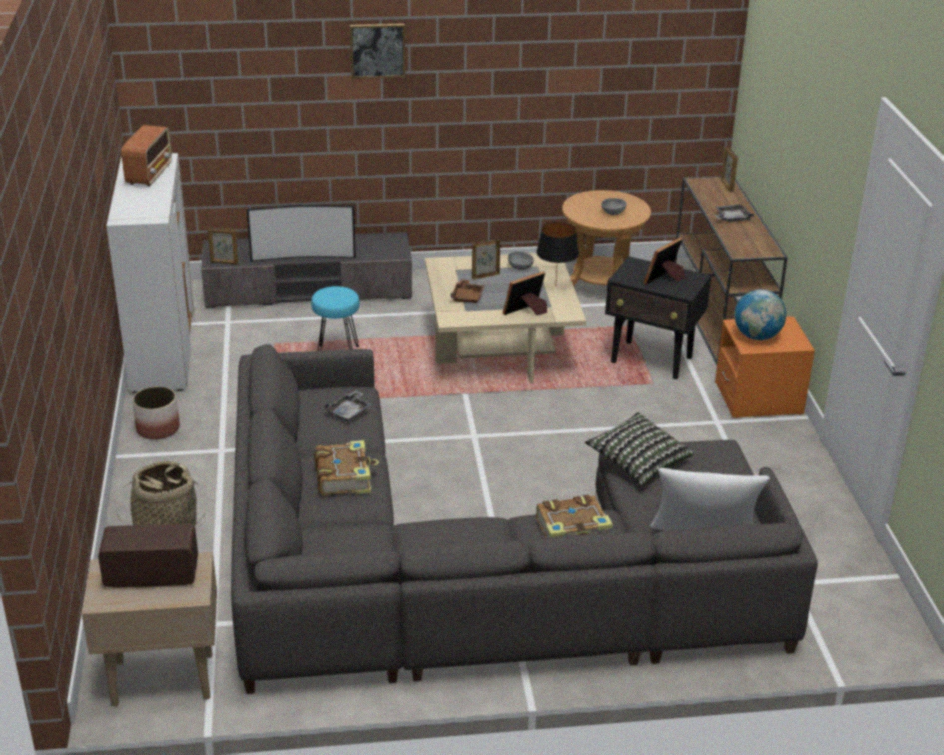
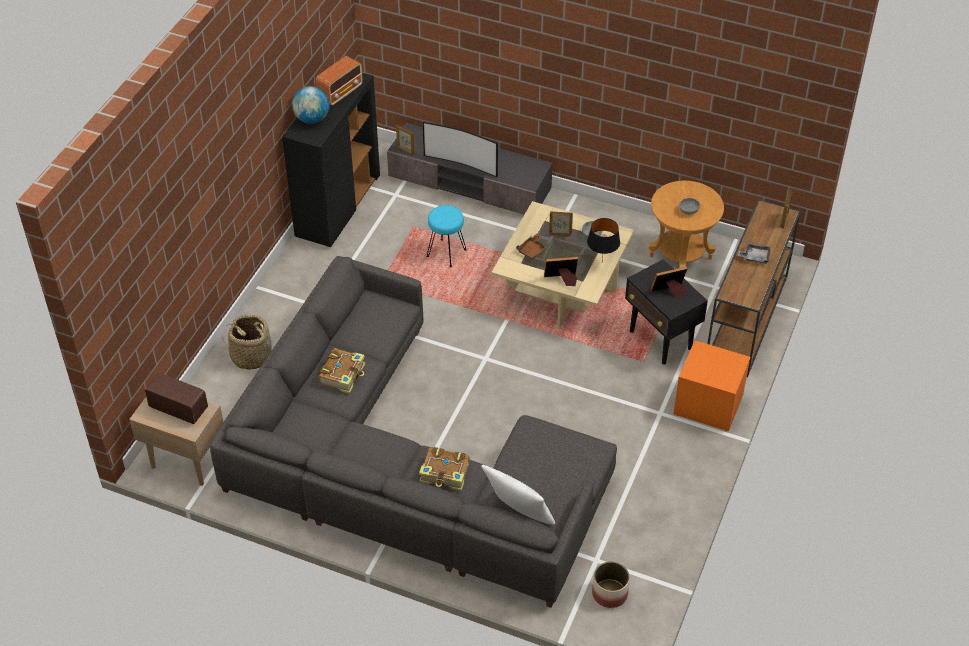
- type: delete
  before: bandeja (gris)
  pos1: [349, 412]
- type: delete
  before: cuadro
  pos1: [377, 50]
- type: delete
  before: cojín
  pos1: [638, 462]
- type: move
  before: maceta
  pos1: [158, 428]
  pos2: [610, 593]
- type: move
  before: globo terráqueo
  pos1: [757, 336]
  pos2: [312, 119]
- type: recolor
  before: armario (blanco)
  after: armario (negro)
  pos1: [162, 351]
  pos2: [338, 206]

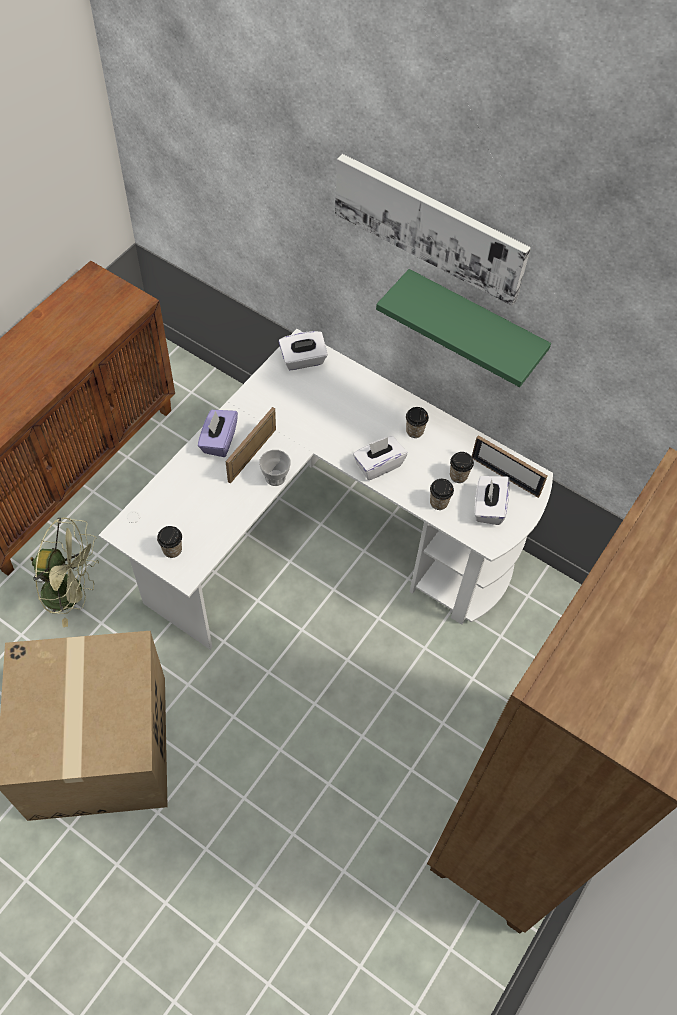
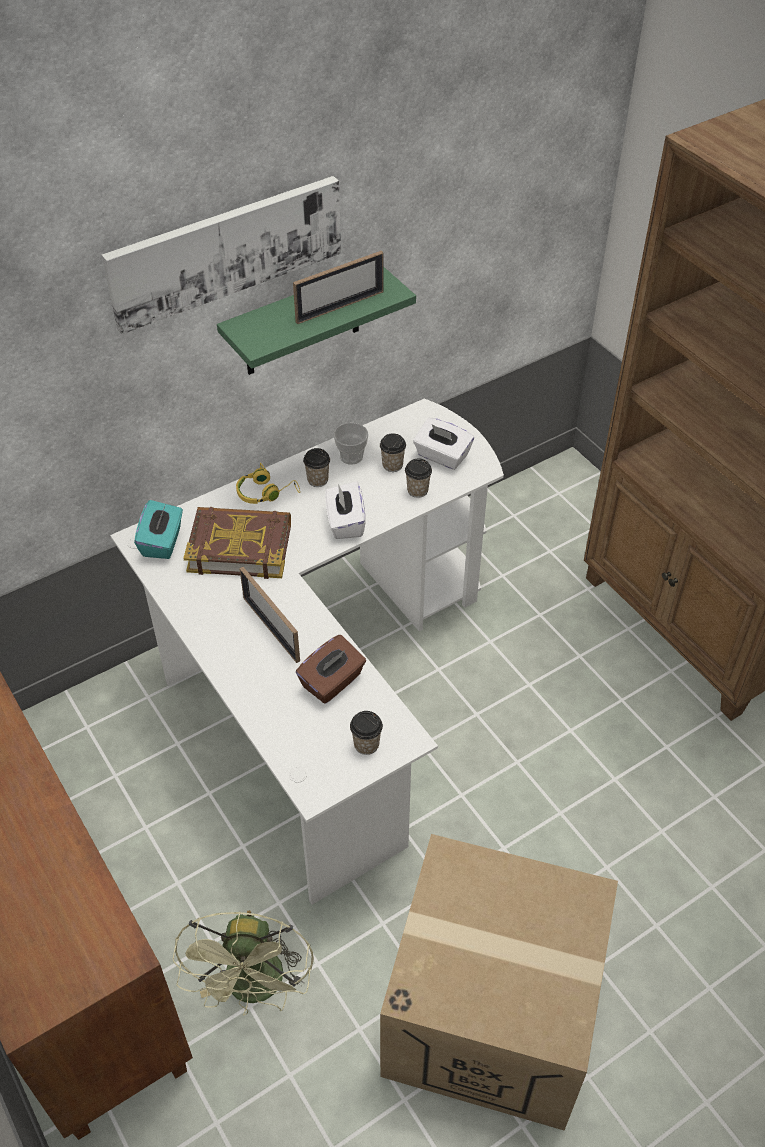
- type: delete
  before: caja de pañuelos (morado)
  pos1: [218, 441]
- type: insert
  after: libro
  pos2: [240, 547]
- type: insert
  after: auriculares (amarillo)
  pos2: [266, 492]
- type: insert
  after: caja de pañuelos (marrón)
  pos2: [332, 682]
- type: move
  before: taza
  pos1: [275, 477]
  pos2: [351, 456]
- type: move
  before: portarretratos
  pos1: [505, 476]
  pos2: [340, 306]
- type: recolor
  before: caja de pañuelos (blanco)
  after: caja de pañuelos (turquesa)
  pos1: [303, 360]
  pos2: [162, 542]
- type: rotate
  before: ventilador (verde)
  pos1: [72, 592]
  pos2: [255, 989]
  turn: 150

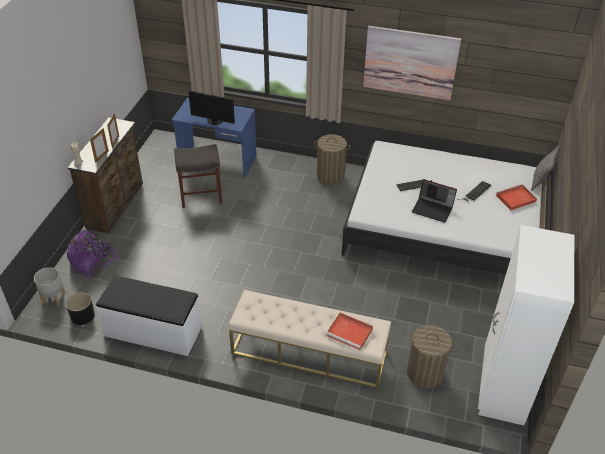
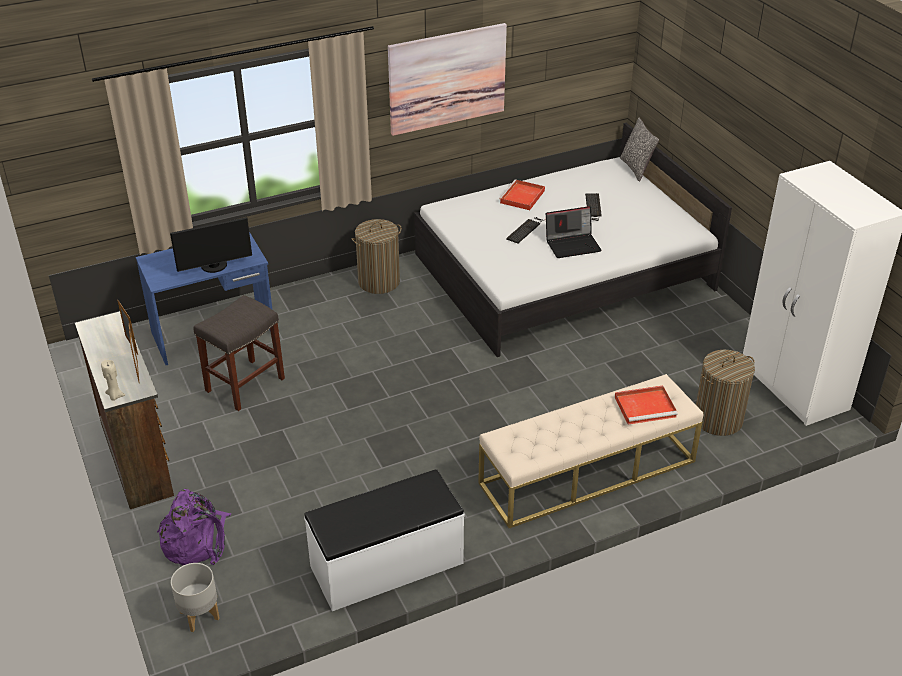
- type: delete
  before: maceta (negro)
  pos1: [82, 316]
- type: move
  before: bandeja (rojo)
  pos1: [515, 199]
  pos2: [522, 197]

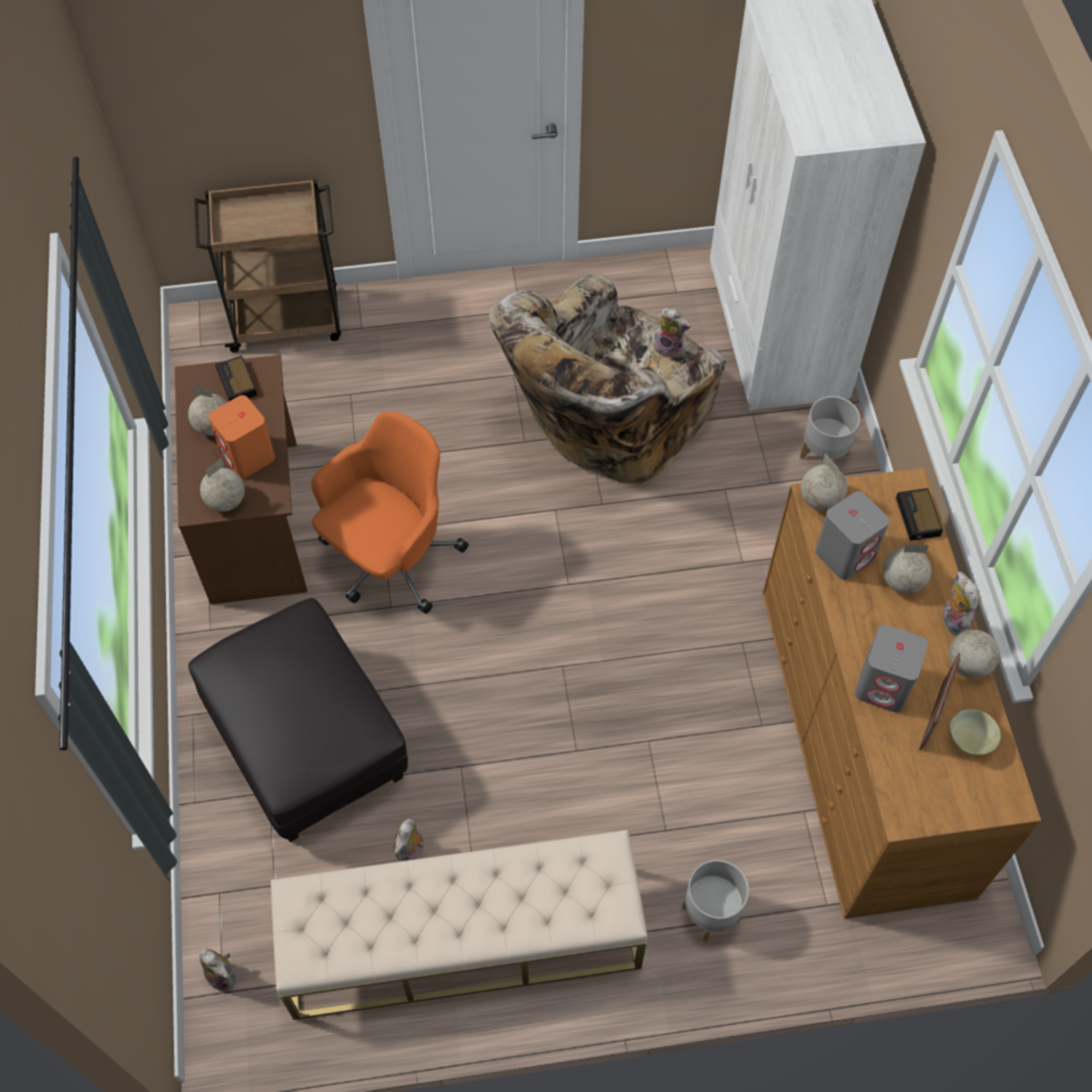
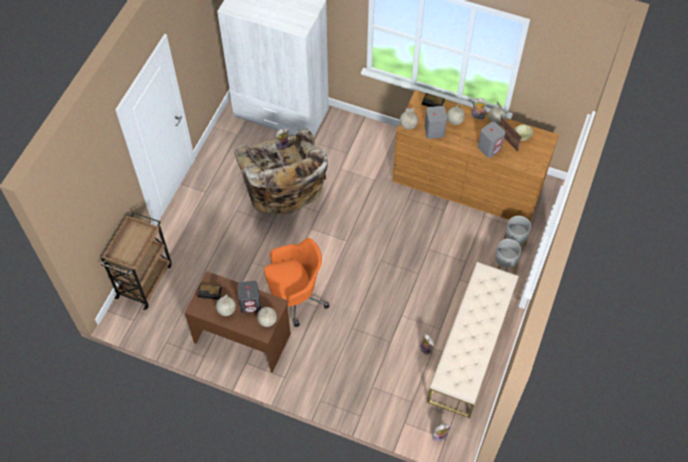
- type: delete
  before: puf (negro)
  pos1: [307, 742]
- type: move
  before: maceta (gris)
  pos1: [823, 455]
  pos2: [514, 241]
- type: recolor
  before: altavoz (naranja)
  after: altavoz (gris)
  pos1: [248, 456]
  pos2: [250, 304]
- type: rotate
  before: silla de oficina (naranja)
  pos1: [390, 559]
  pos2: [295, 296]
  turn: 90

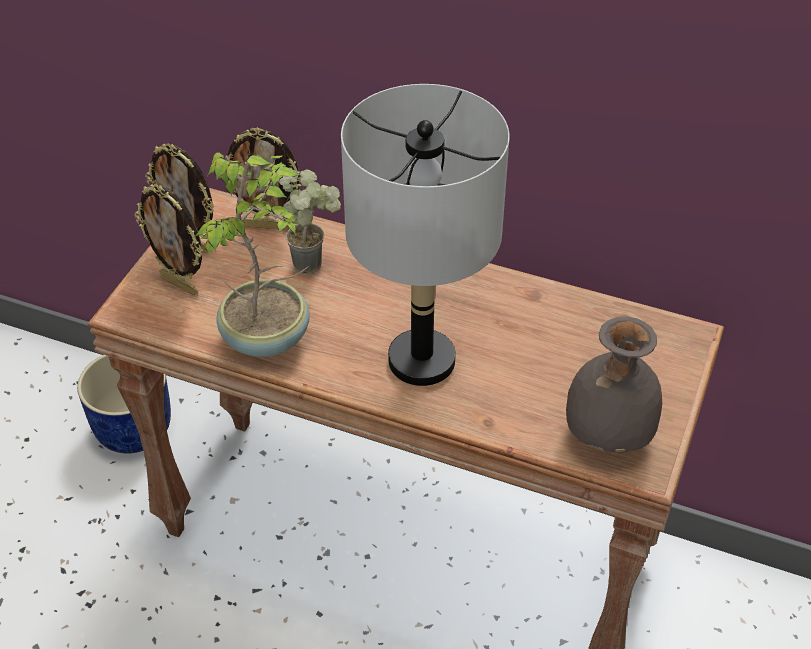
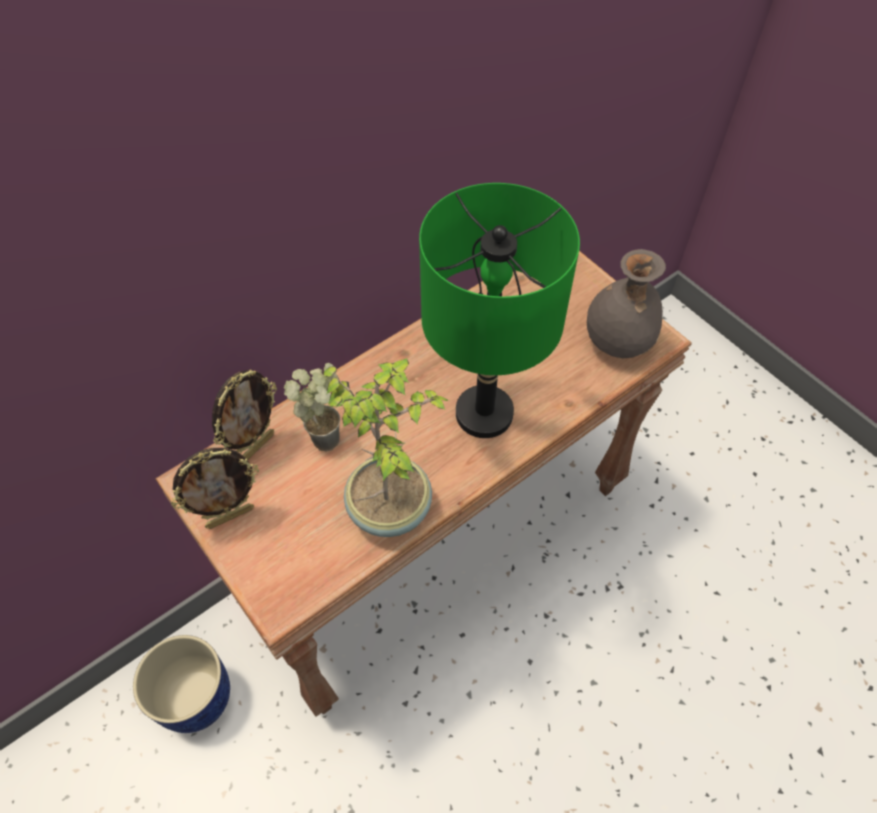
- type: delete
  before: portarretratos
  pos1: [180, 284]
- type: recolor
  before: lámpara de mesa (gris)
  after: lámpara de mesa (verde)
  pos1: [422, 361]
  pos2: [485, 413]

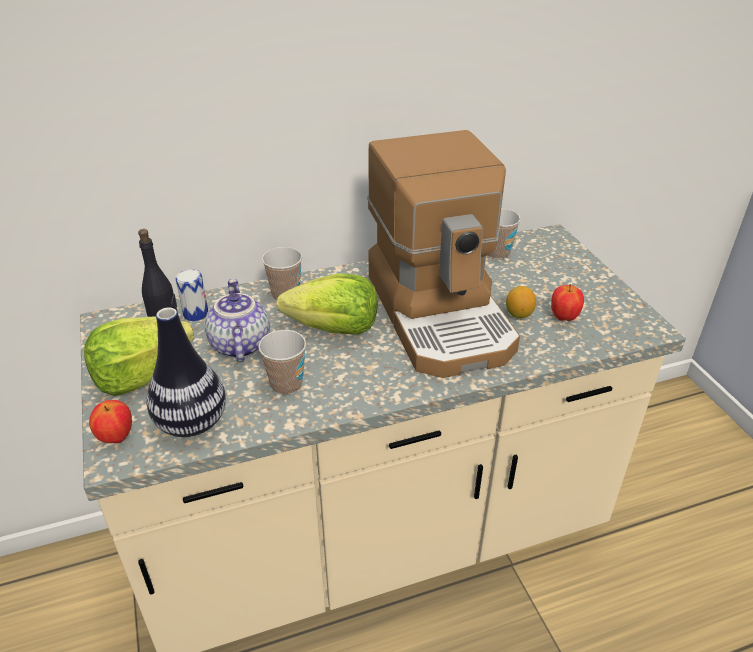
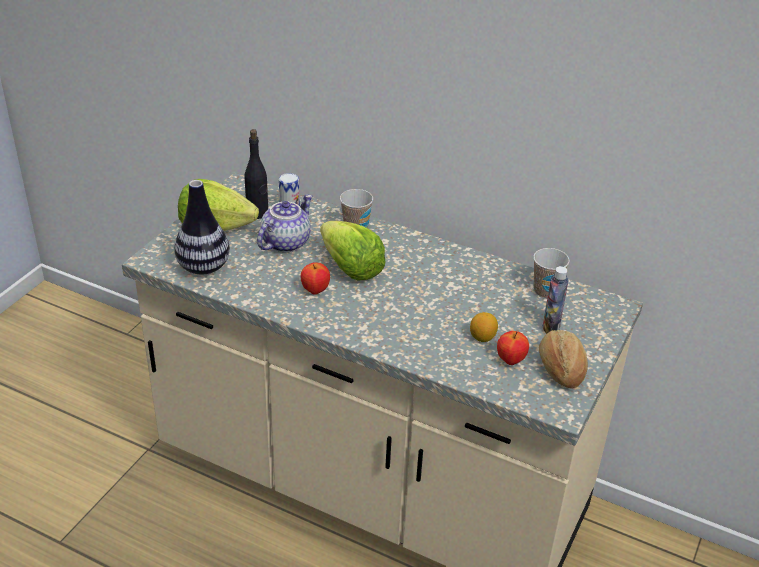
- type: delete
  before: taza
  pos1: [286, 384]
- type: delete
  before: cafetera
  pos1: [441, 313]
- type: insert
  after: pan
  pos2: [560, 368]
- type: insert
  after: botella
  pos2: [551, 326]
- type: move
  before: manzana
  pos1: [116, 437]
  pos2: [315, 290]

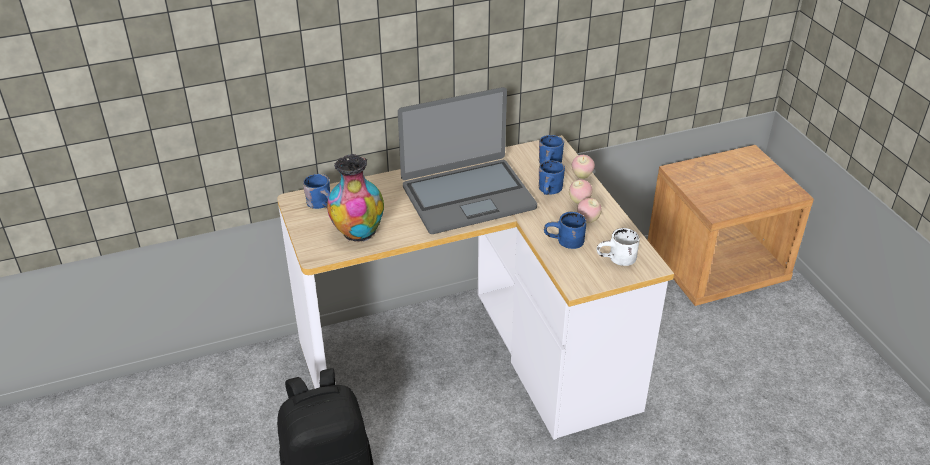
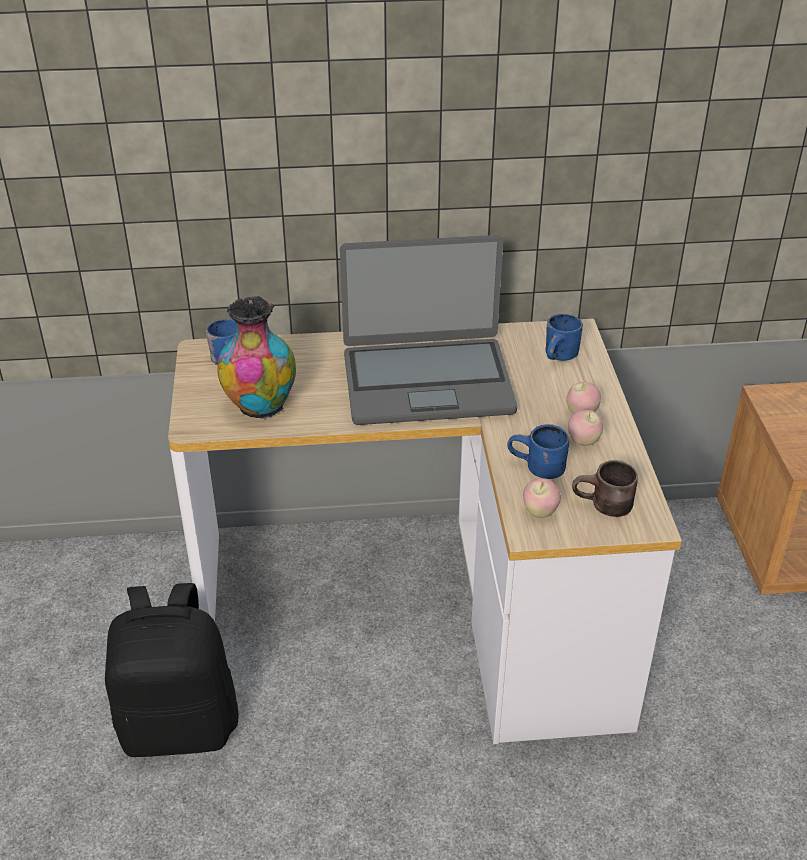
- type: delete
  before: taza grande (azul)
  pos1: [551, 192]
- type: move
  before: manzana
  pos1: [582, 176]
  pos2: [540, 512]
- type: recolor
  before: taza grande (blanco)
  after: taza grande (marrón)
  pos1: [617, 261]
  pos2: [603, 507]

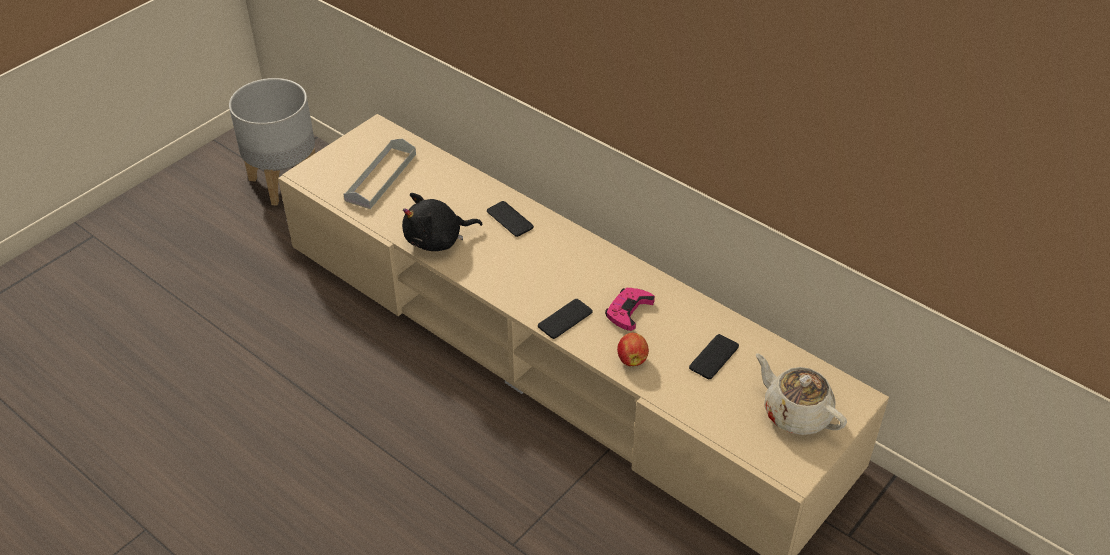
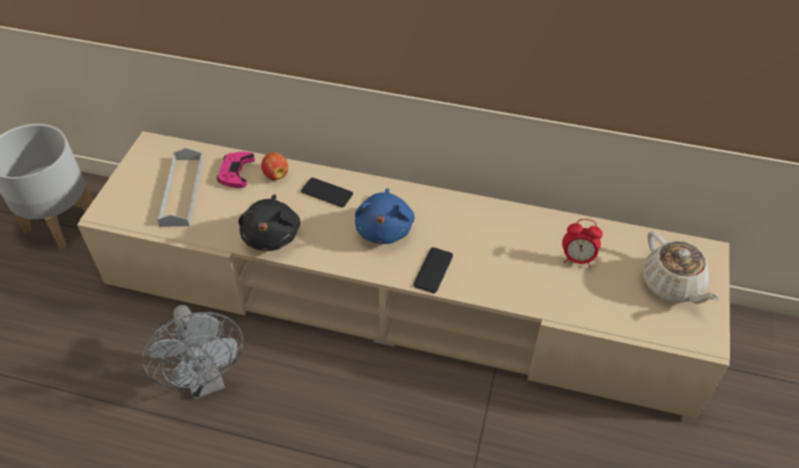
- type: insert
  after: ventilador (gris)
  pos2: [206, 380]
- type: insert
  after: peluche (azul)
  pos2: [385, 228]
- type: move
  before: mando de consola (rosa)
  pos1: [628, 311]
  pos2: [236, 172]
- type: move
  before: manzana
  pos1: [632, 359]
  pos2: [275, 174]
- type: replace
  before: móvil
  after: despertador
  pos1: [714, 357]
  pos2: [577, 259]
- type: rotate
  before: peluche (negro)
  pos1: [437, 240]
  pos2: [272, 235]
  turn: -45
- type: rotate
  before: tetera (beis)
  pos1: [795, 413]
  pos2: [672, 285]
  turn: -135

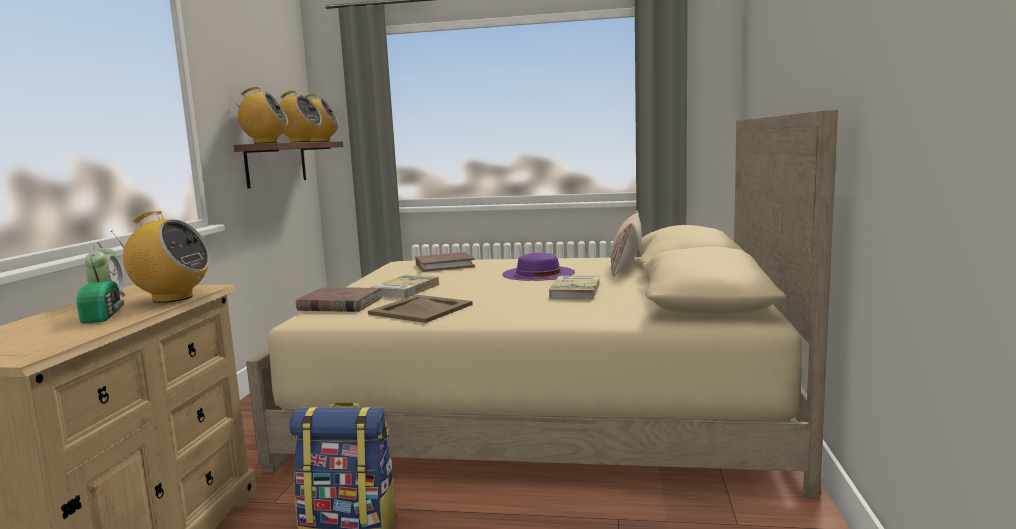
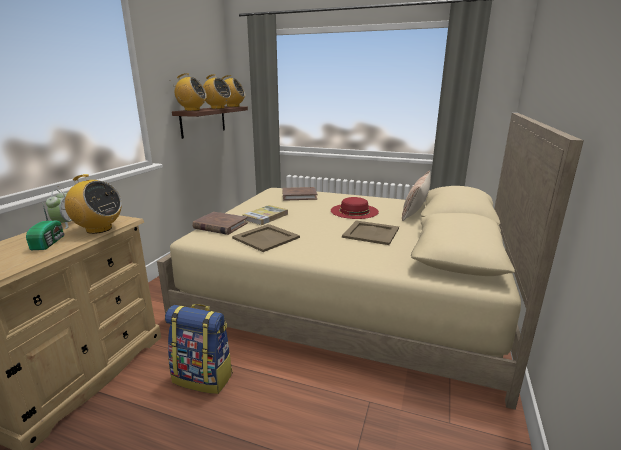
- type: replace
  before: libro
  after: bandeja (beis)
  pos1: [575, 291]
  pos2: [371, 232]
- type: recolor
  before: sombrero (morado)
  after: sombrero (rojo)
  pos1: [538, 273]
  pos2: [354, 211]

